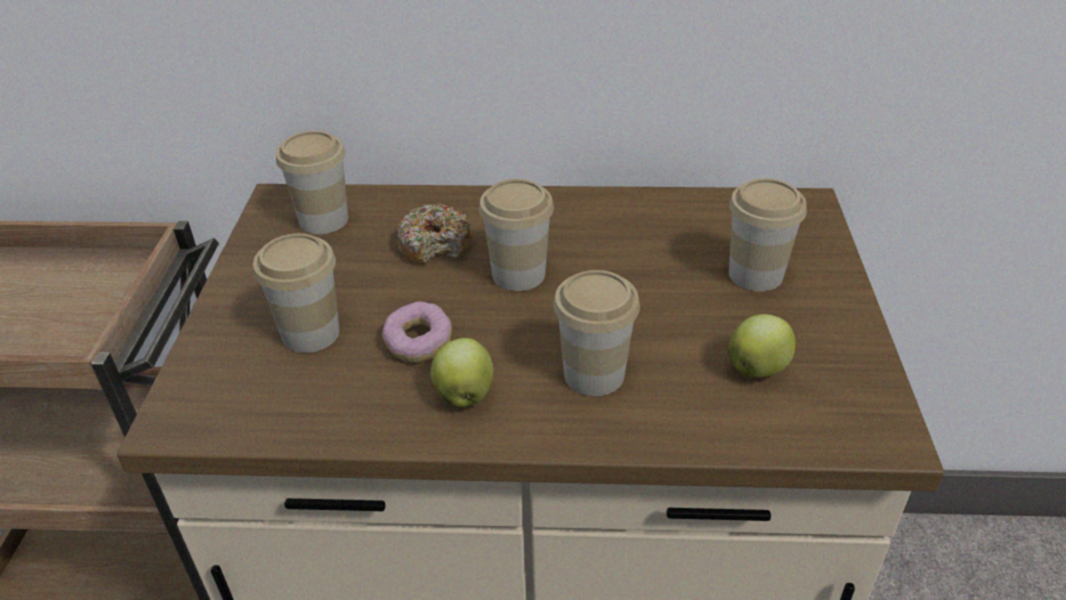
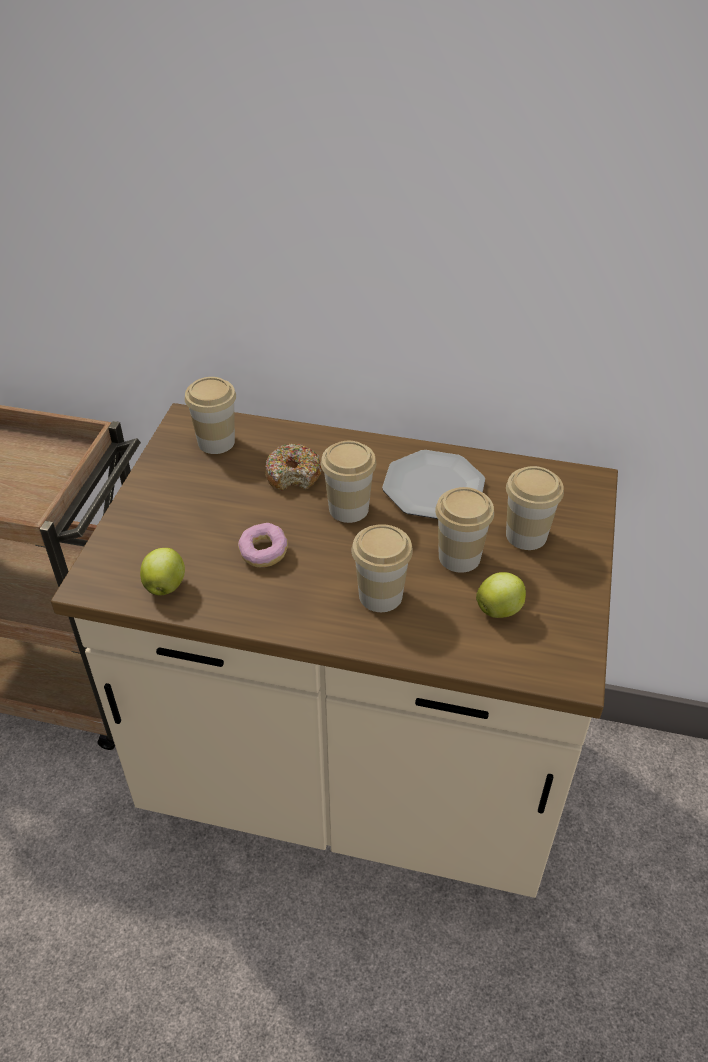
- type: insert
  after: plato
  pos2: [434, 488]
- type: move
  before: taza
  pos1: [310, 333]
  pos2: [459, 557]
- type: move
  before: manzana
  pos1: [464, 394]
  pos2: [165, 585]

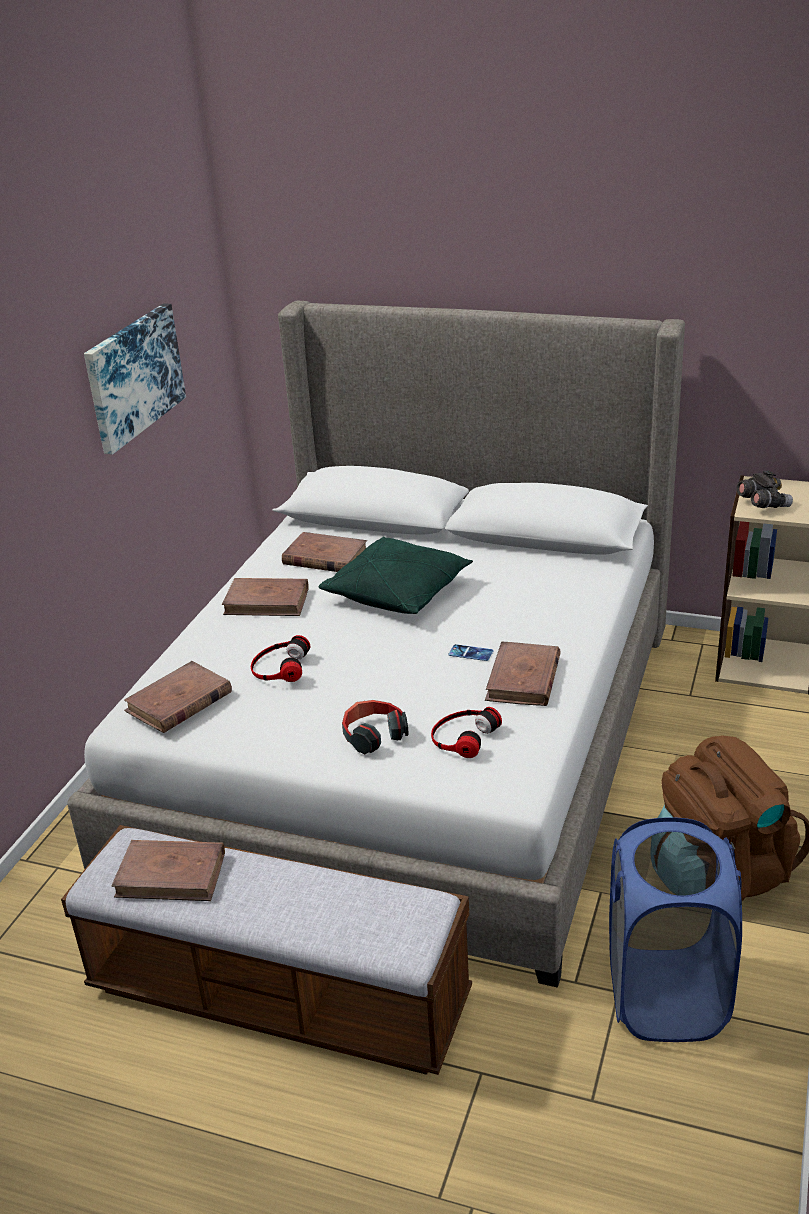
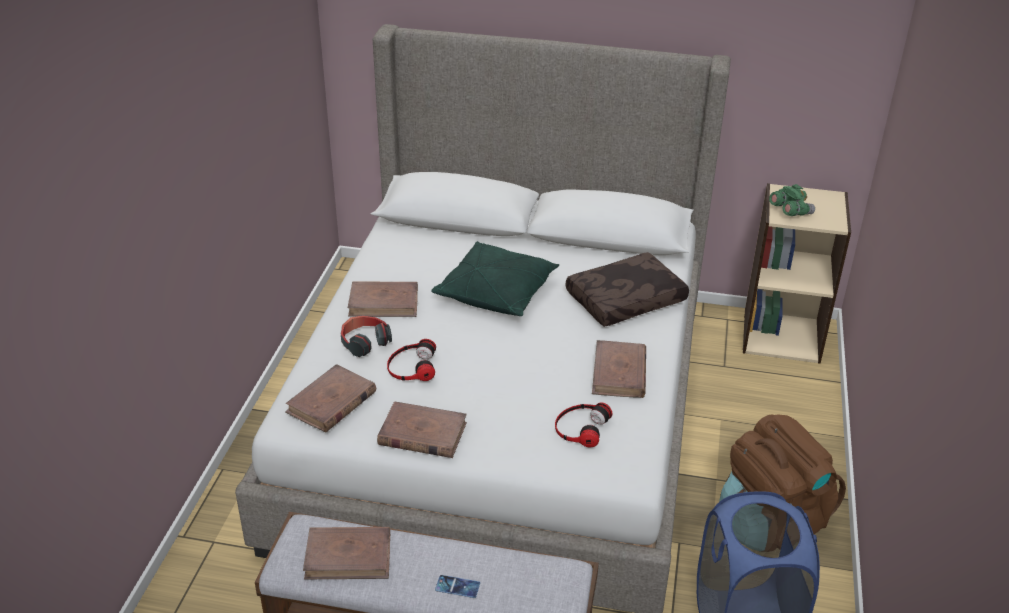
- type: delete
  before: cuadro
  pos1: [133, 376]
- type: insert
  after: cojín (marrón)
  pos2: [625, 301]
- type: move
  before: libro (marrón)
  pos1: [324, 557]
  pos2: [422, 434]
- type: move
  before: auriculares
  pos1: [373, 735]
  pos2: [364, 342]
- type: move
  before: móvil
  pos1: [470, 653]
  pos2: [457, 586]
- type: recolor
  before: prismáticos (gris)
  after: prismáticos (verde)
  pos1: [762, 505]
  pos2: [790, 212]

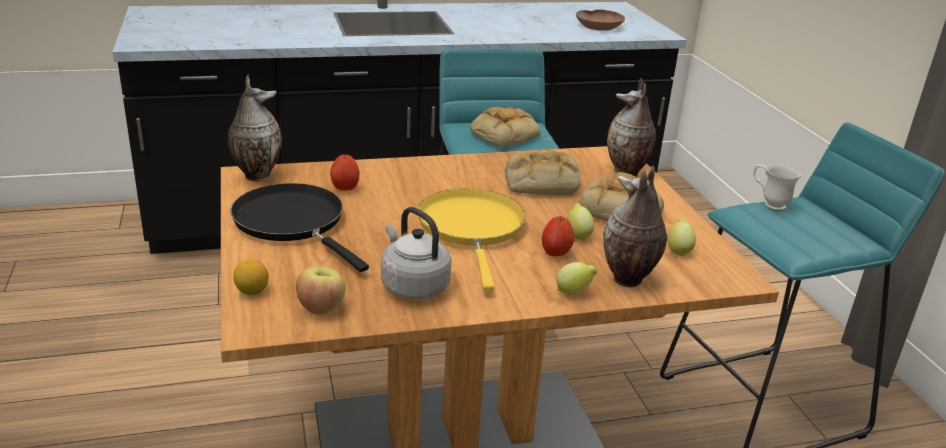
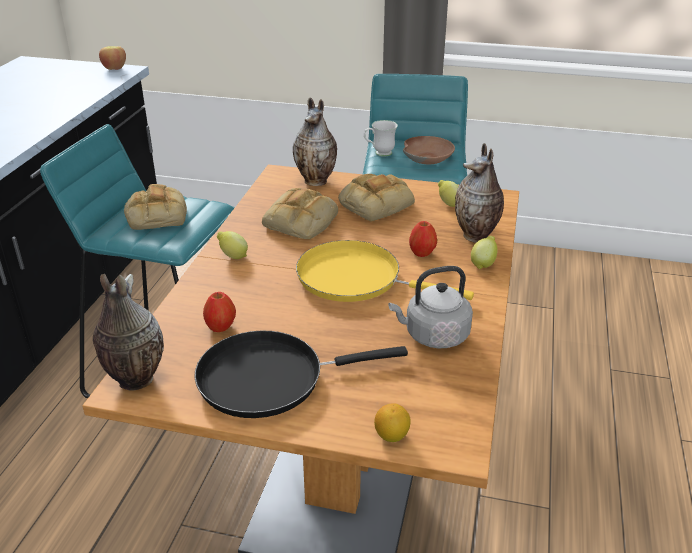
- type: move
  before: manzana
  pos1: [321, 308]
  pos2: [114, 68]
- type: move
  before: limón
  pos1: [577, 235]
  pos2: [233, 256]
- type: move
  before: cuenco (marrón)
  pos1: [600, 27]
  pos2: [427, 157]

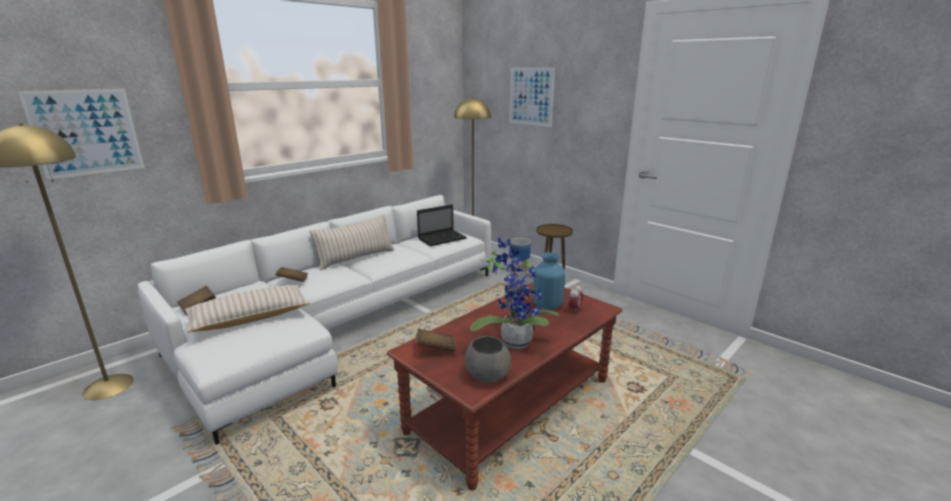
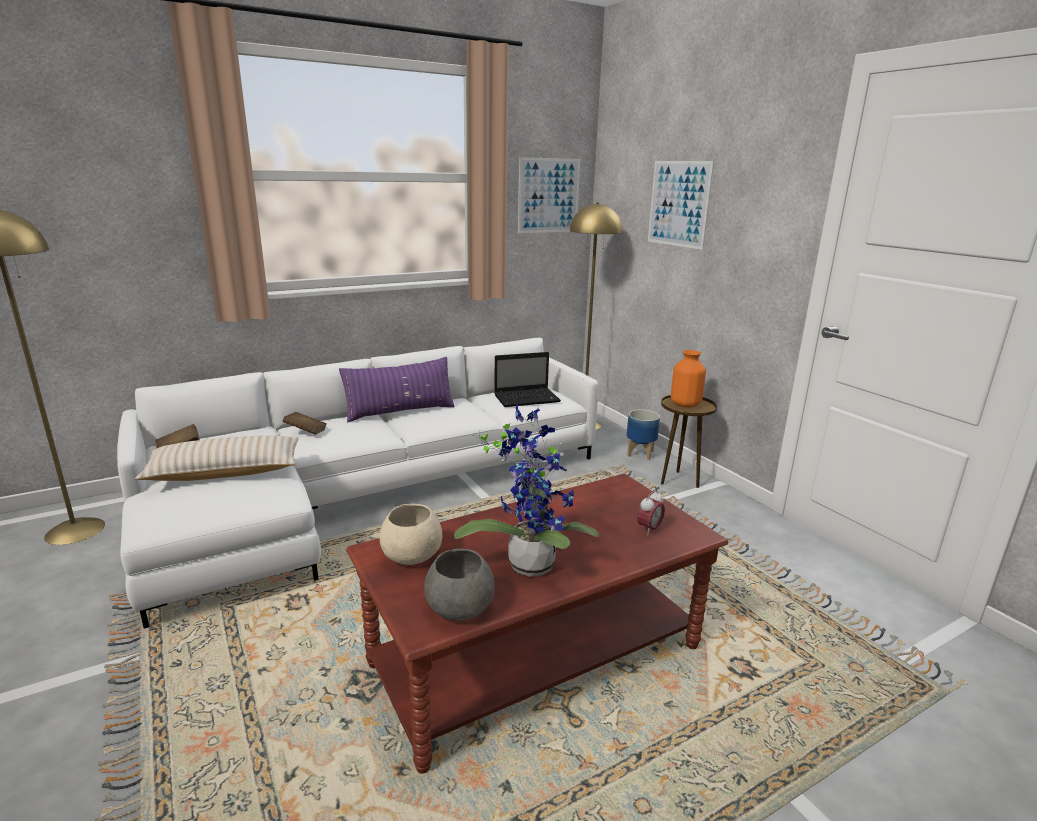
- type: delete
  before: florero (azul)
  pos1: [548, 305]
- type: insert
  after: florero (naranja)
  pos2: [685, 404]
- type: move
  before: cuadro
  pos1: [86, 132]
  pos2: [549, 196]
- type: replace
  before: libro (marrón)
  after: cuenco (beis)
  pos1: [435, 349]
  pos2: [411, 555]
- type: recolor
  before: cojín (beis)
  after: cojín (morado)
  pos1: [356, 258]
  pos2: [400, 411]

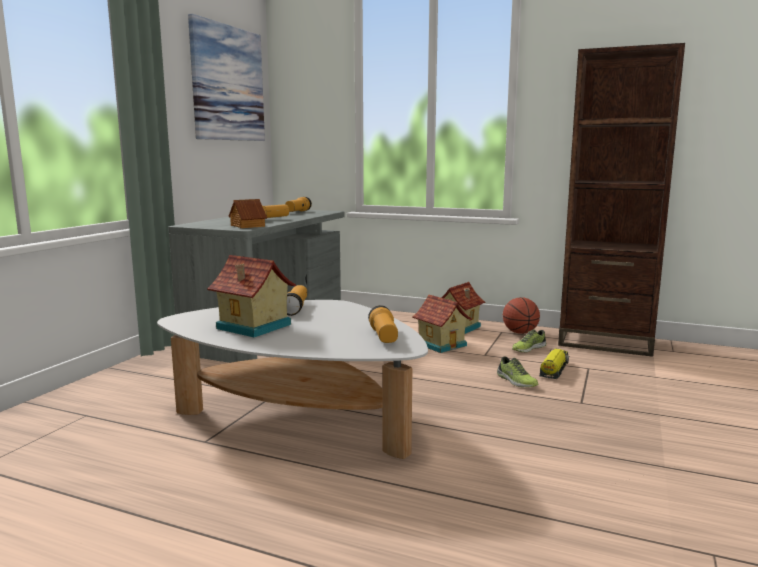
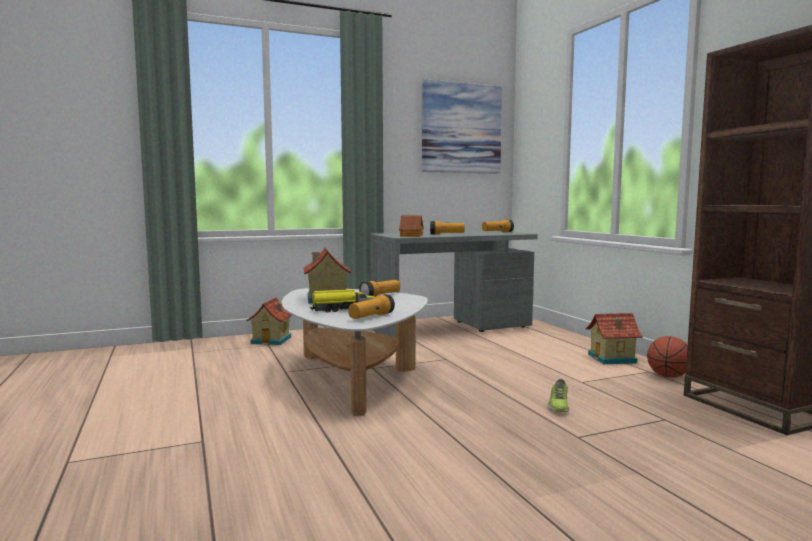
- type: delete
  before: zapato
  pos1: [528, 348]
- type: move
  before: casita
  pos1: [442, 344]
  pos2: [272, 340]
- type: move
  before: camión de juguete
  pos1: [554, 370]
  pos2: [342, 309]

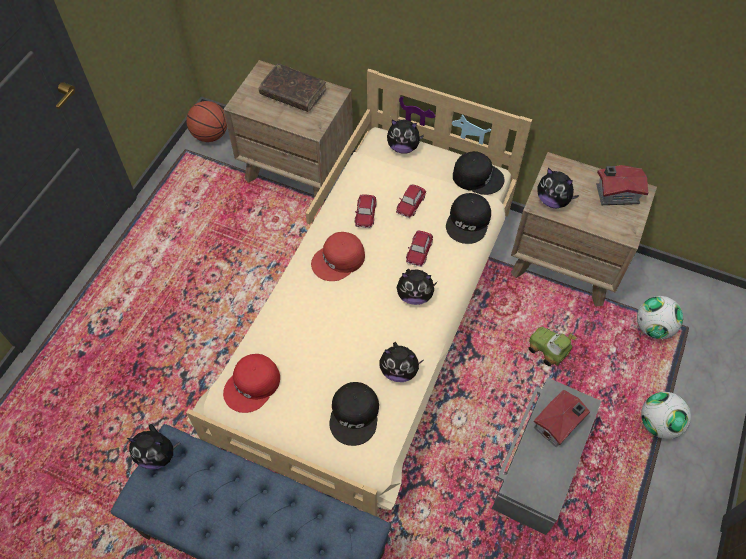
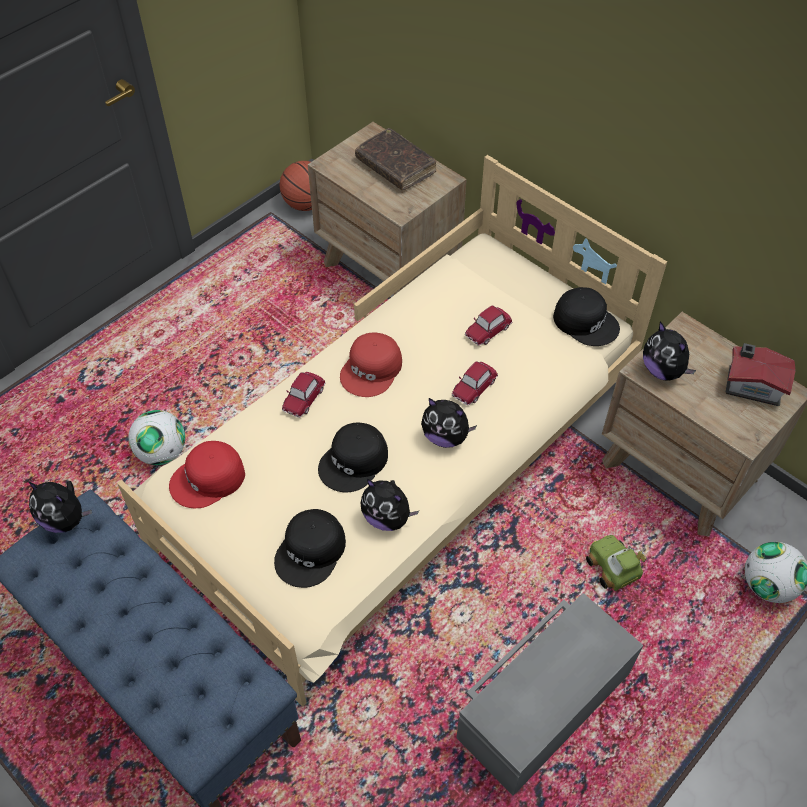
- type: delete
  before: peluche
  pos1: [403, 147]
- type: delete
  before: casita
  pos1: [559, 424]
- type: move
  before: coche de juguete
  pos1: [365, 214]
  pos2: [303, 398]
- type: move
  before: gorra (negro)
  pos1: [469, 221]
  pos2: [354, 462]
- type: move
  before: balón de fútbol
  pos1: [658, 423]
  pos2: [162, 452]
- type: rotate
  before: gorra (rojo)
  pos1: [339, 260]
  pos2: [372, 370]
  turn: -45

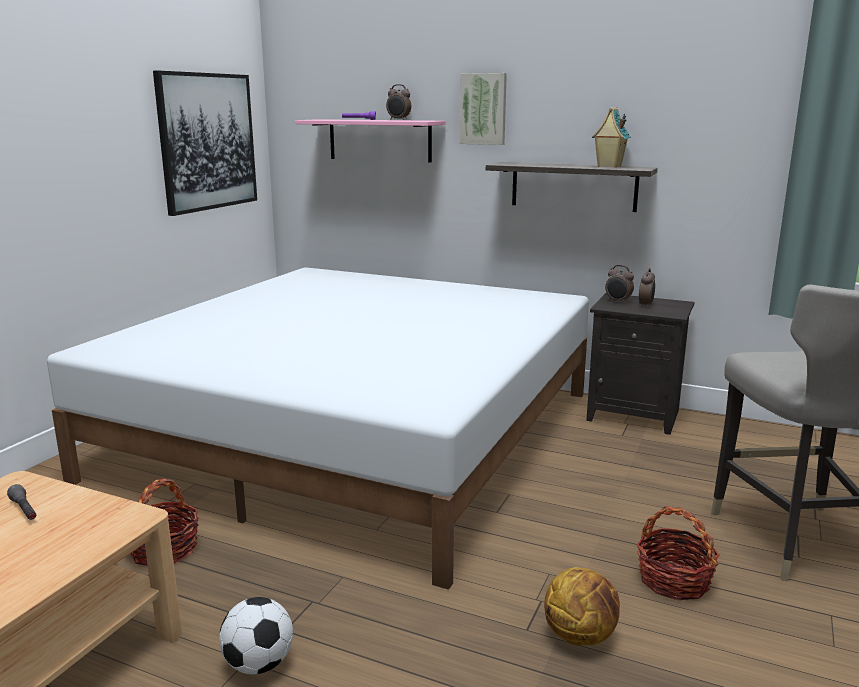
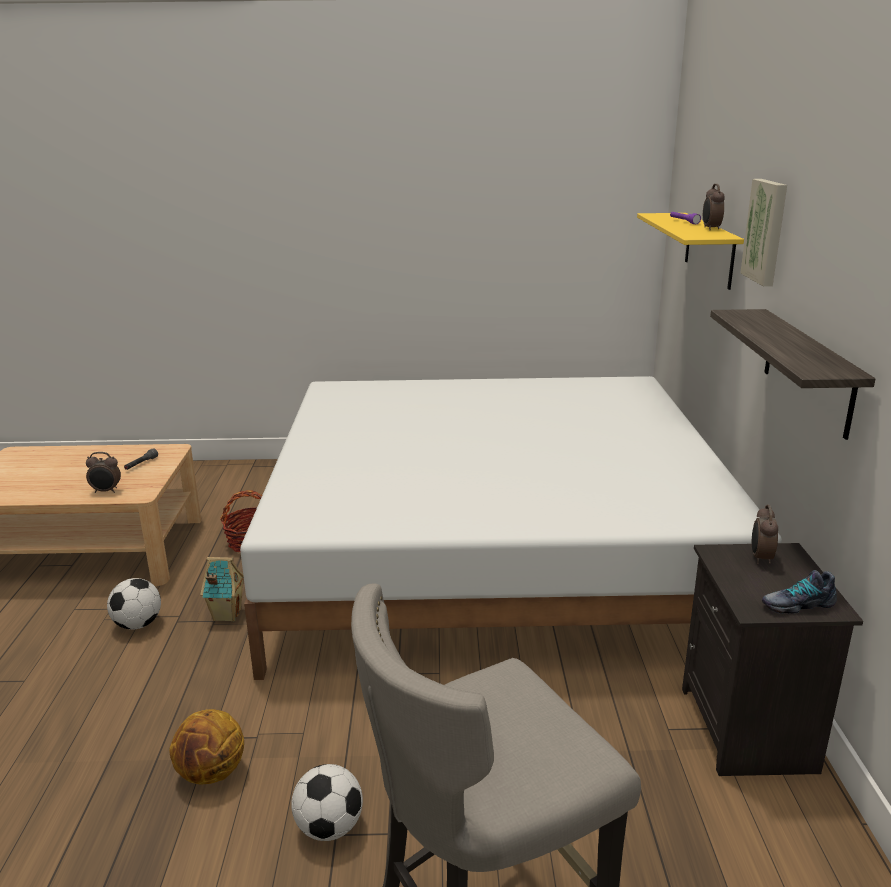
- type: delete
  before: cuadro
  pos1: [207, 142]
- type: insert
  after: zapato
  pos2: [797, 604]
- type: move
  before: casita
  pos1: [608, 166]
  pos2: [226, 614]
- type: move
  before: despertador
  pos1: [646, 305]
  pos2: [106, 491]
- type: replace
  before: cesta
  after: balón de fútbol
  pos1: [673, 580]
  pos2: [329, 827]
- type: recolor
  before: estante (rosa)
  after: estante (amarillo)
  pos1: [379, 140]
  pos2: [709, 249]

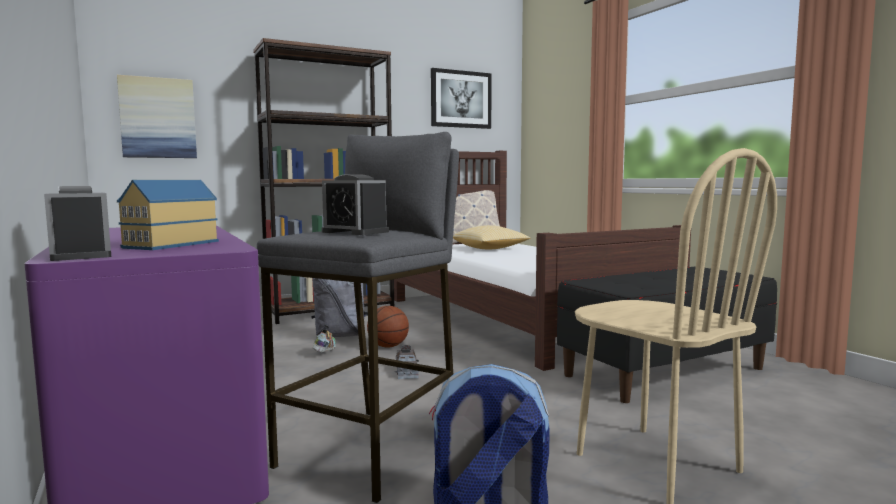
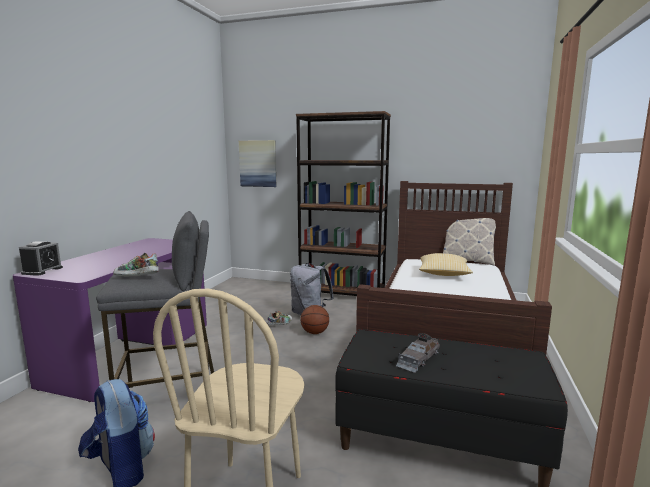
- type: delete
  before: casita
  pos1: [168, 244]
- type: delete
  before: cuadro
  pos1: [461, 99]
- type: move
  before: coche de juguete (gris)
  pos1: [406, 370]
  pos2: [418, 358]
- type: replace
  before: despertador
  after: zapato
  pos1: [355, 232]
  pos2: [136, 278]

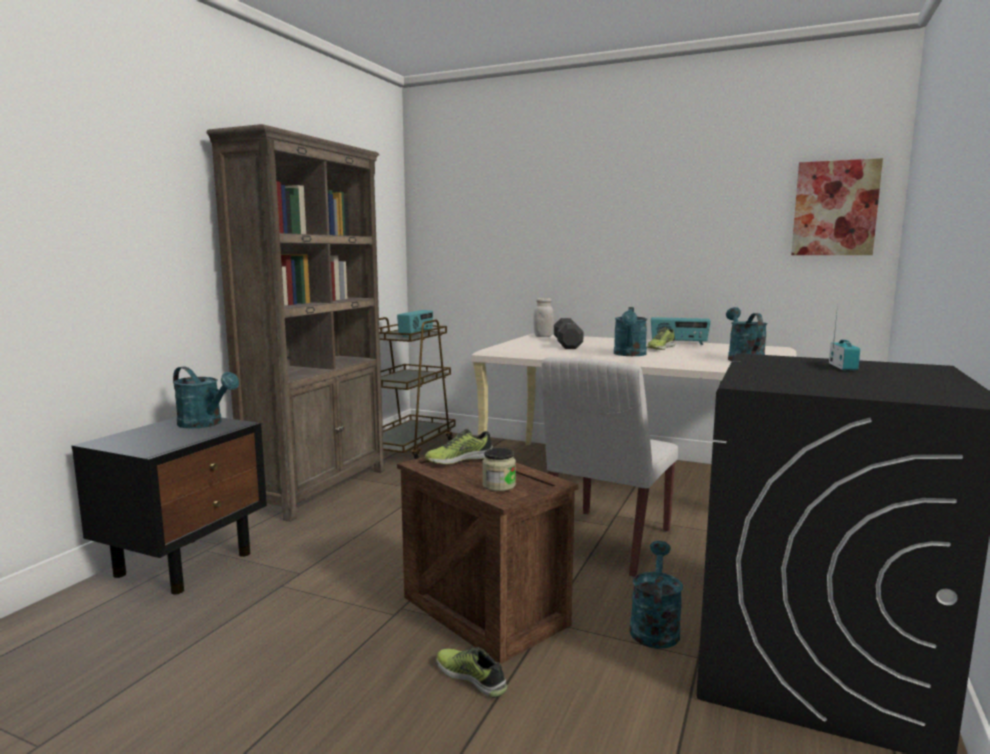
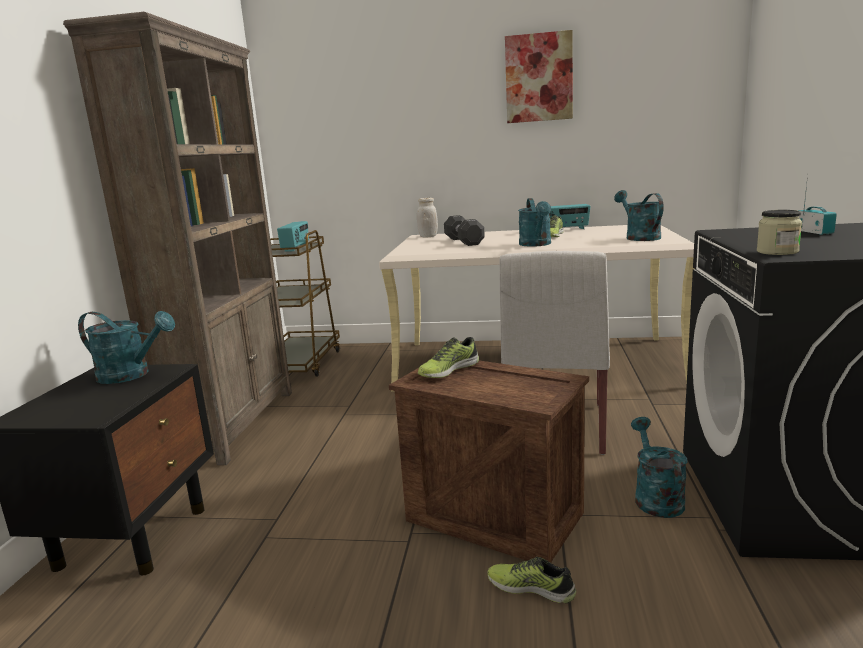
- type: move
  before: tarro
  pos1: [499, 485]
  pos2: [777, 252]
- type: move
  before: cuadro
  pos1: [835, 208]
  pos2: [538, 78]

